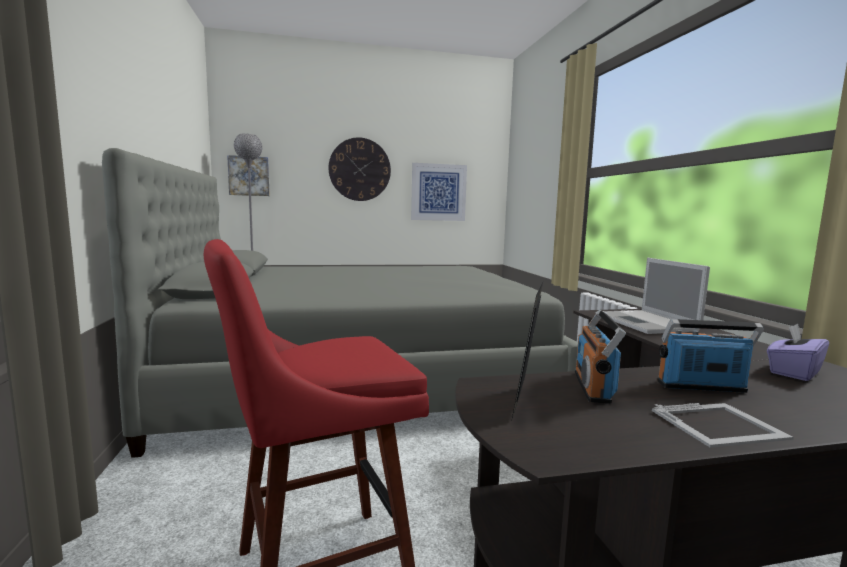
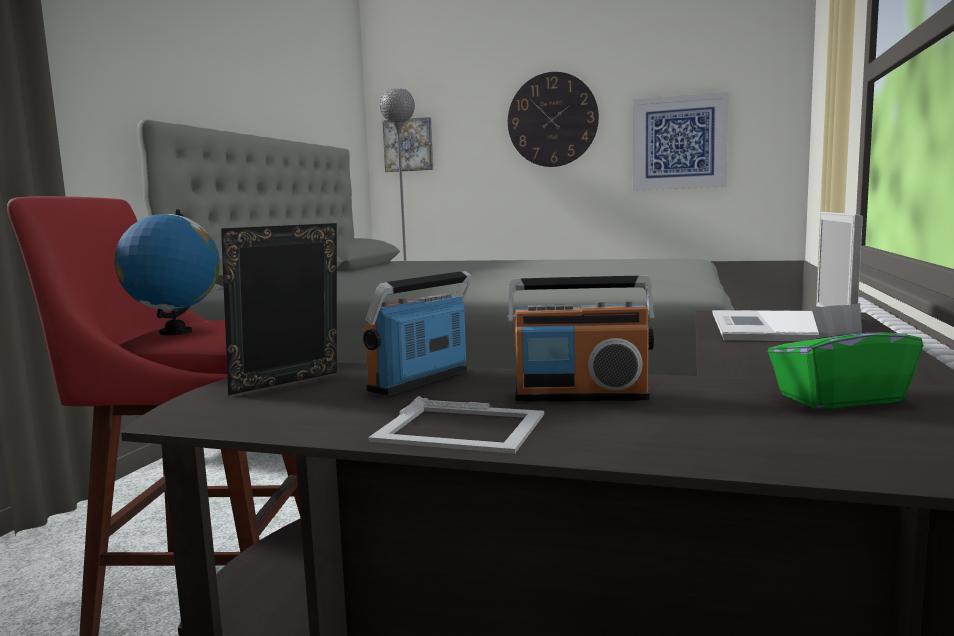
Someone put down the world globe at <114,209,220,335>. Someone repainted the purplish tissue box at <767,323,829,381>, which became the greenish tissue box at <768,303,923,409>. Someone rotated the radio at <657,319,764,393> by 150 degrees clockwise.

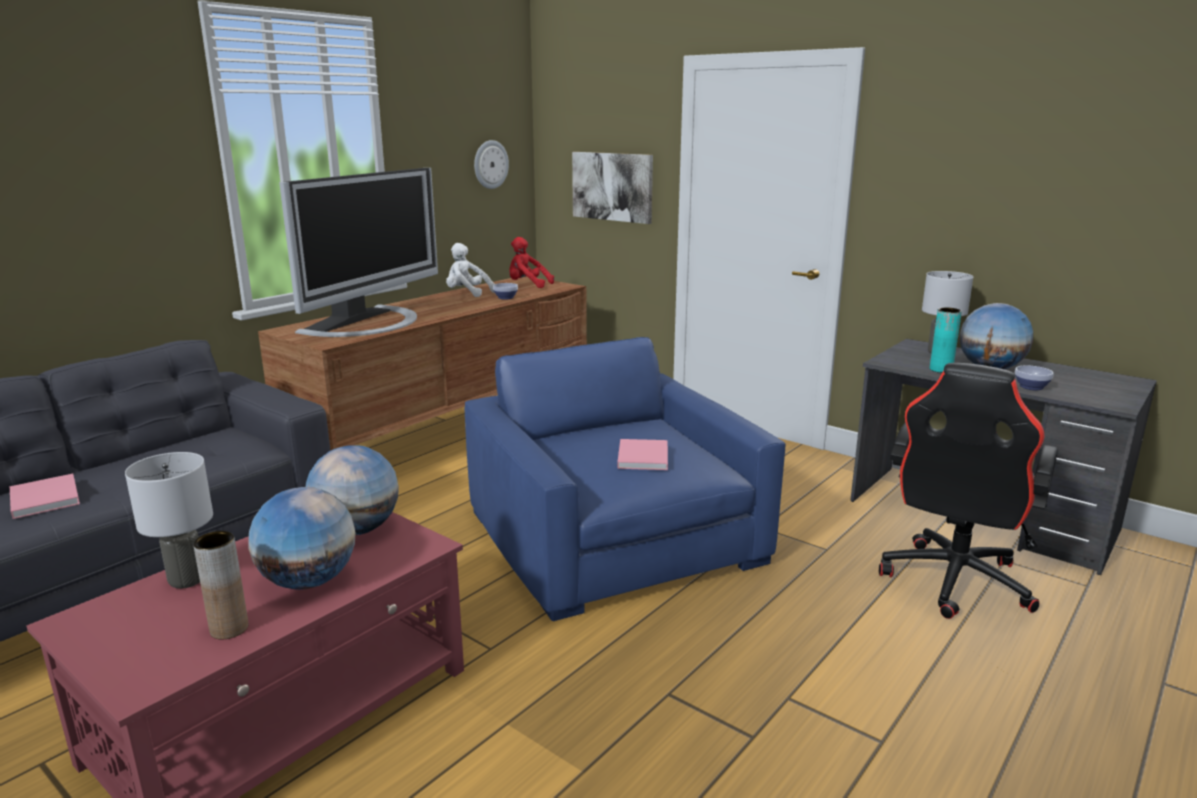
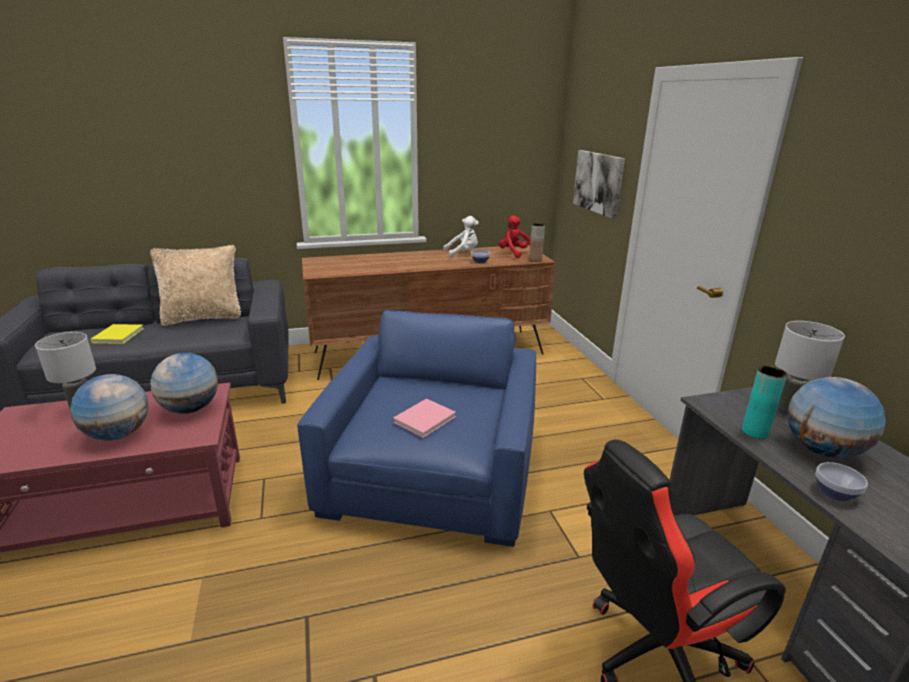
Someone took away the TV at <279,168,438,337>. Someone took away the clock on the wall at <474,140,509,189>. Someone put down the beige throw pillow at <150,245,241,326>. Someone carried the brown decorative vase from <193,531,249,639> to <529,223,545,262>. Someone repainted the pink-coloured book at <10,474,80,519>, which became the yellow book at <90,324,144,344>. Someone rotated the white-coloured soft toy at <446,243,495,297> by 105 degrees clockwise.

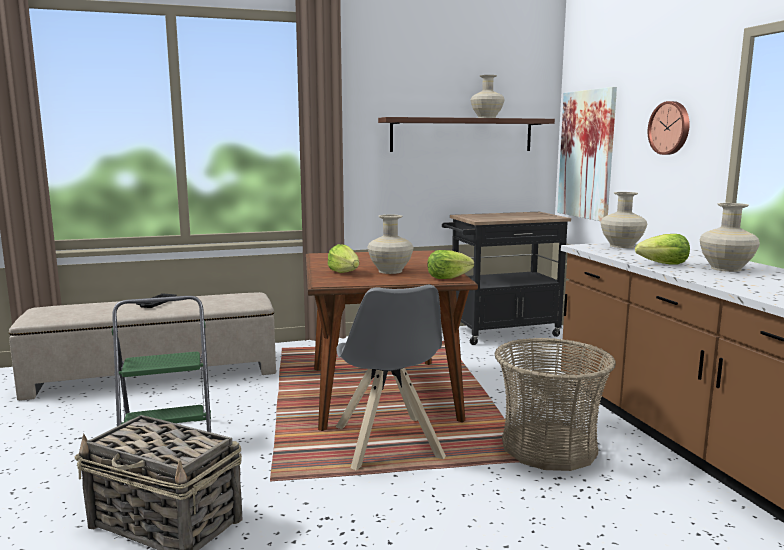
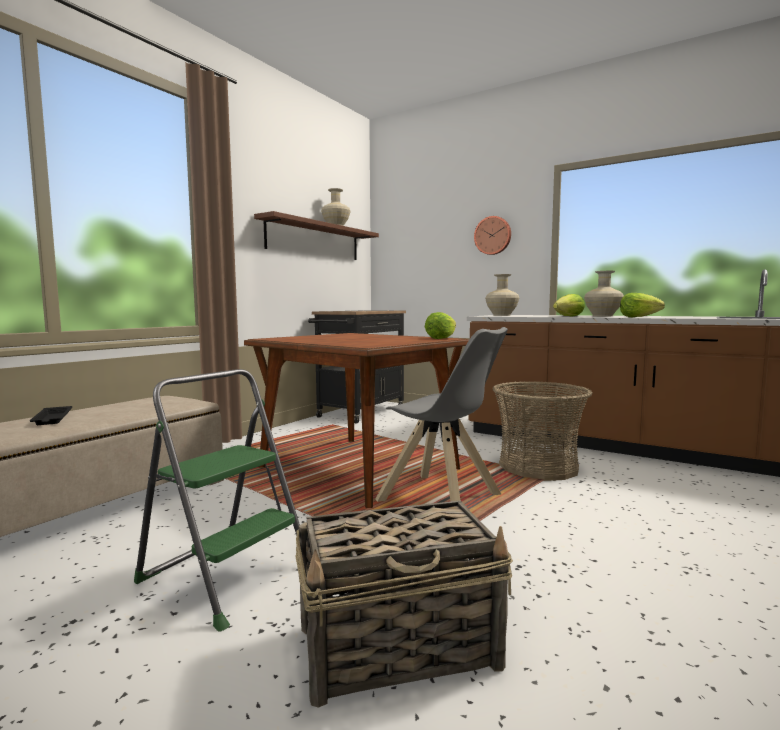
Someone took away the beige decorative vase at <367,215,413,274>. Someone took away the wall art at <557,87,617,221>. Someone carried the head of lettuce from <328,244,359,273> to <620,293,665,317>.

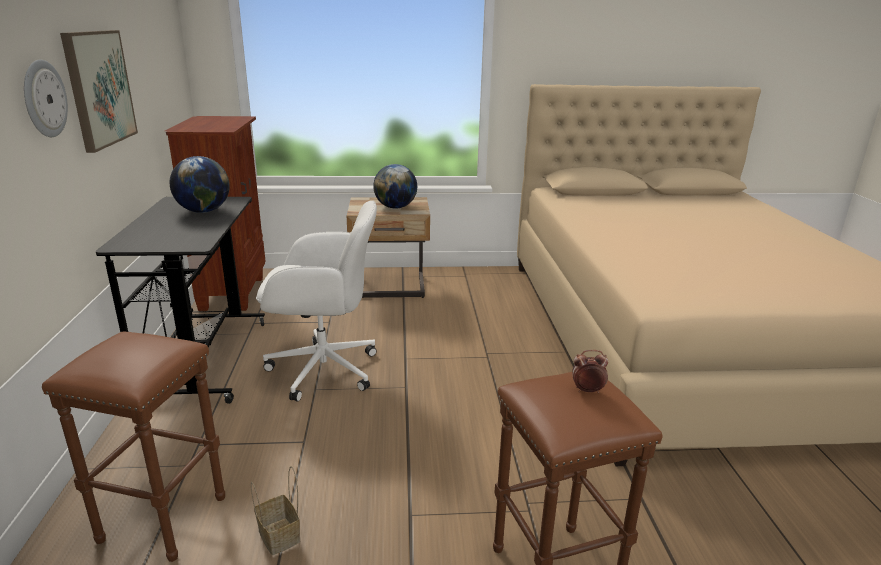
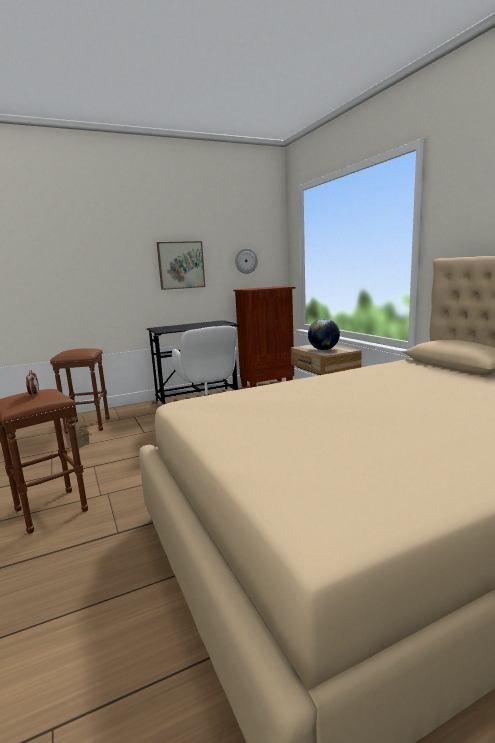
Someone took away the world globe at <170,156,230,213>. Someone carried the clock on the wall from <24,60,68,137> to <235,248,258,274>.

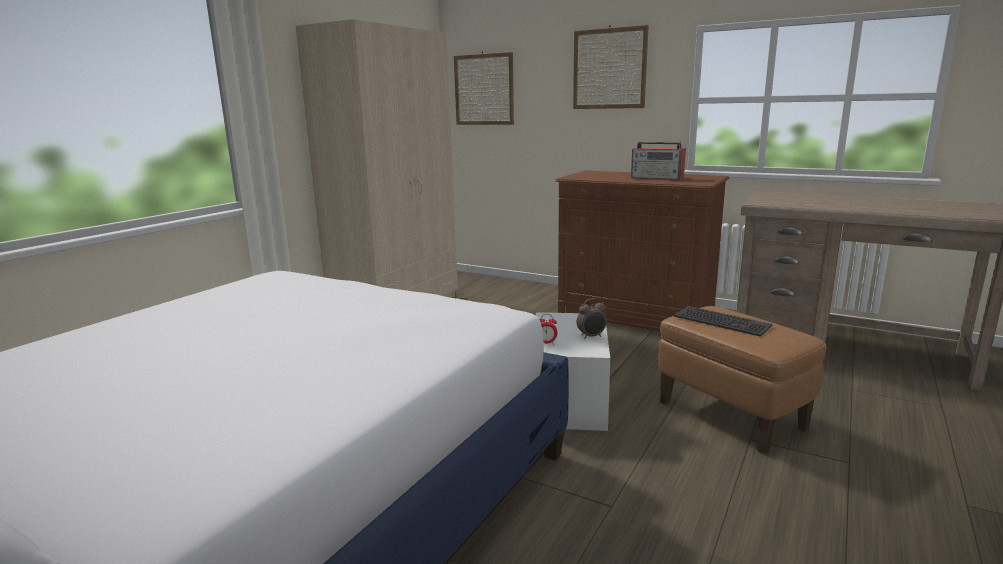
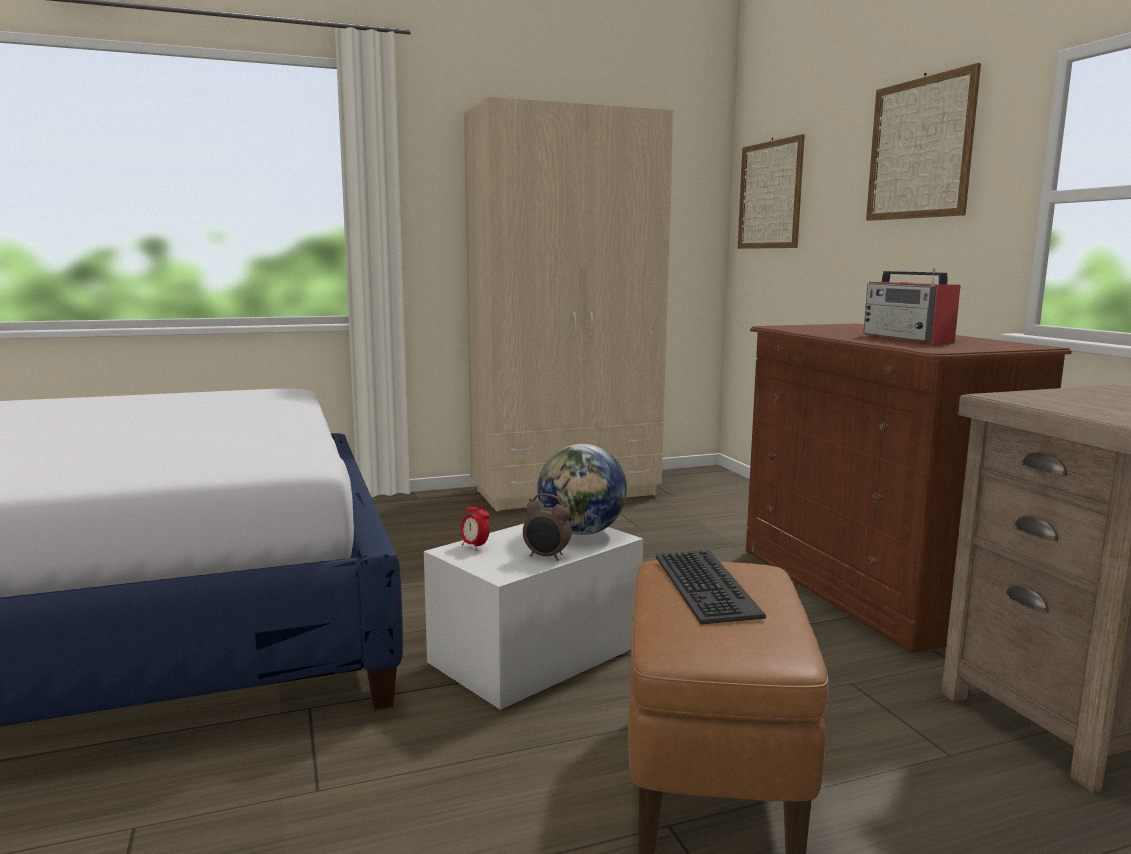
Someone put down the world globe at <537,444,627,535>.

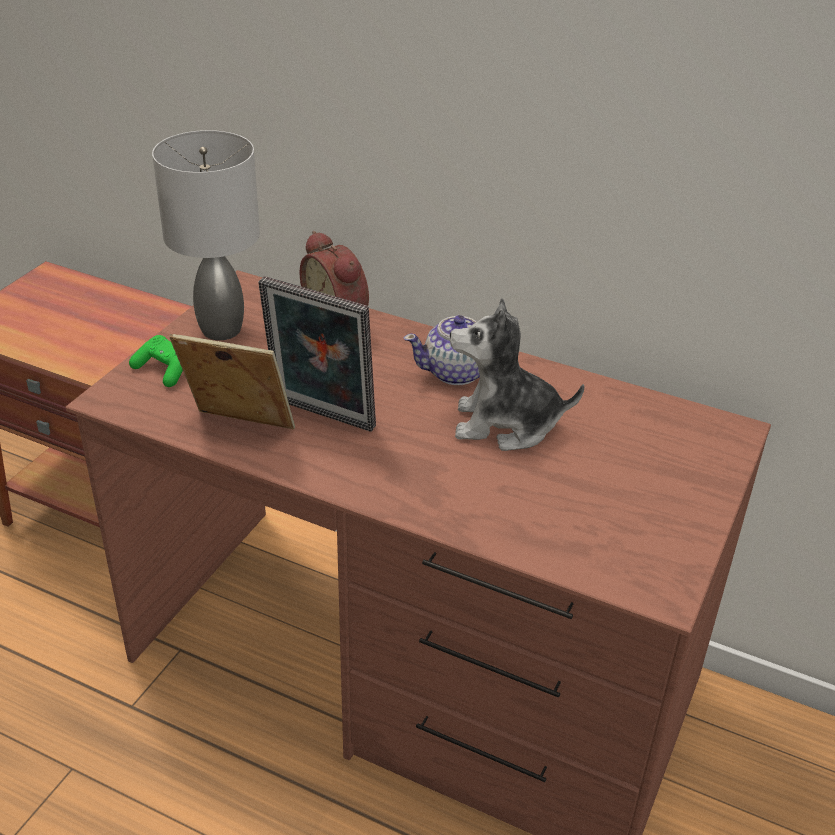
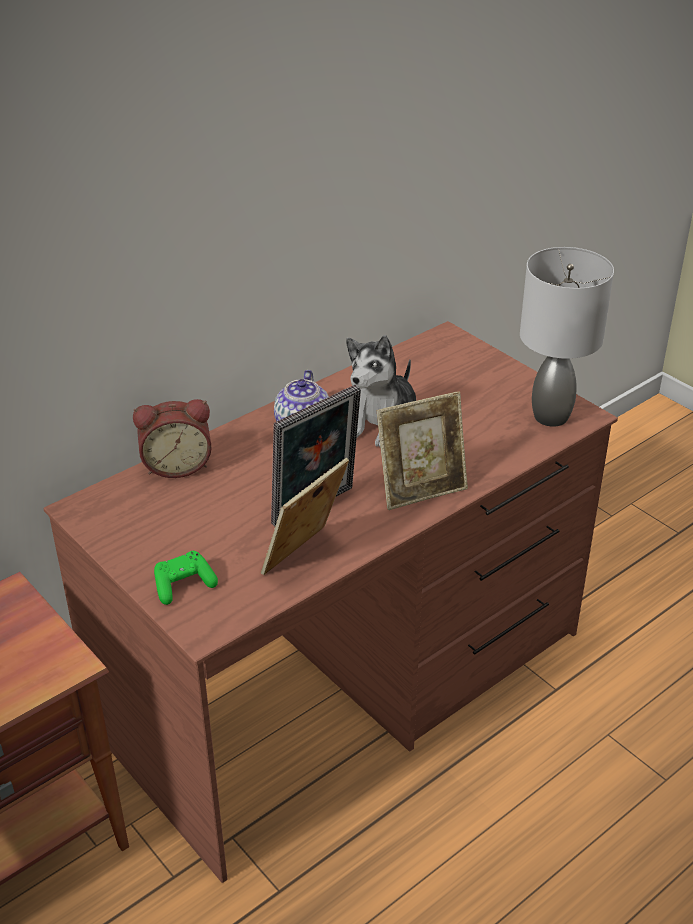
Someone put down the picture frame at <377,391,468,510>. Someone carried the greyish lamp for a table from <152,130,260,340> to <520,247,614,427>.

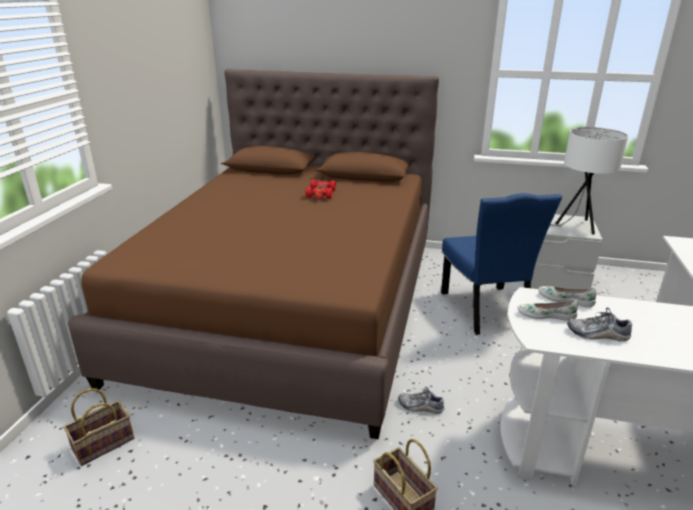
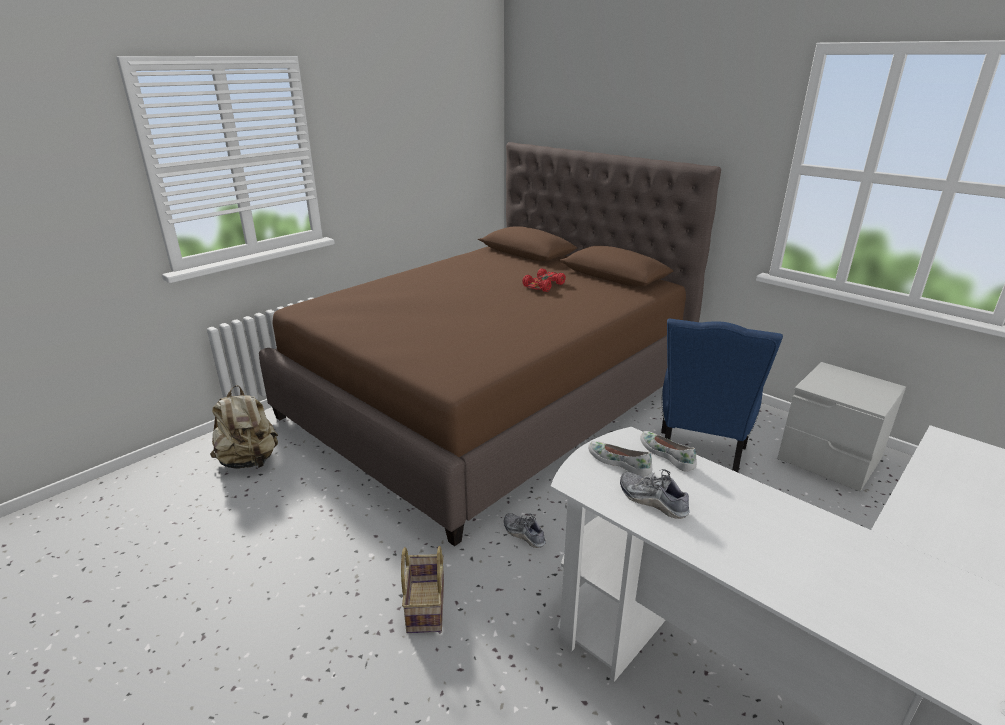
Someone took away the white-coloured lamp for a table at <550,127,628,235>. Someone swapped the basket at <63,388,134,466> for the beige backpack at <210,385,278,469>.

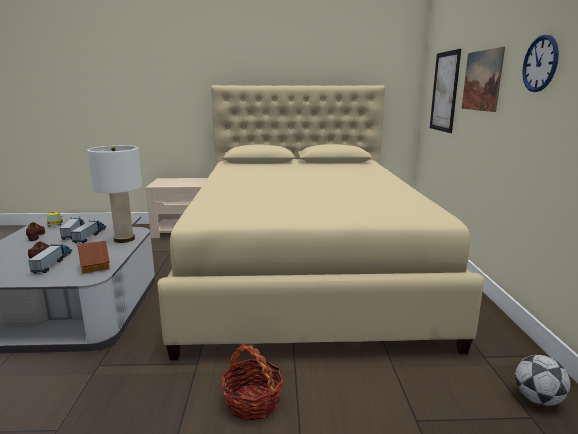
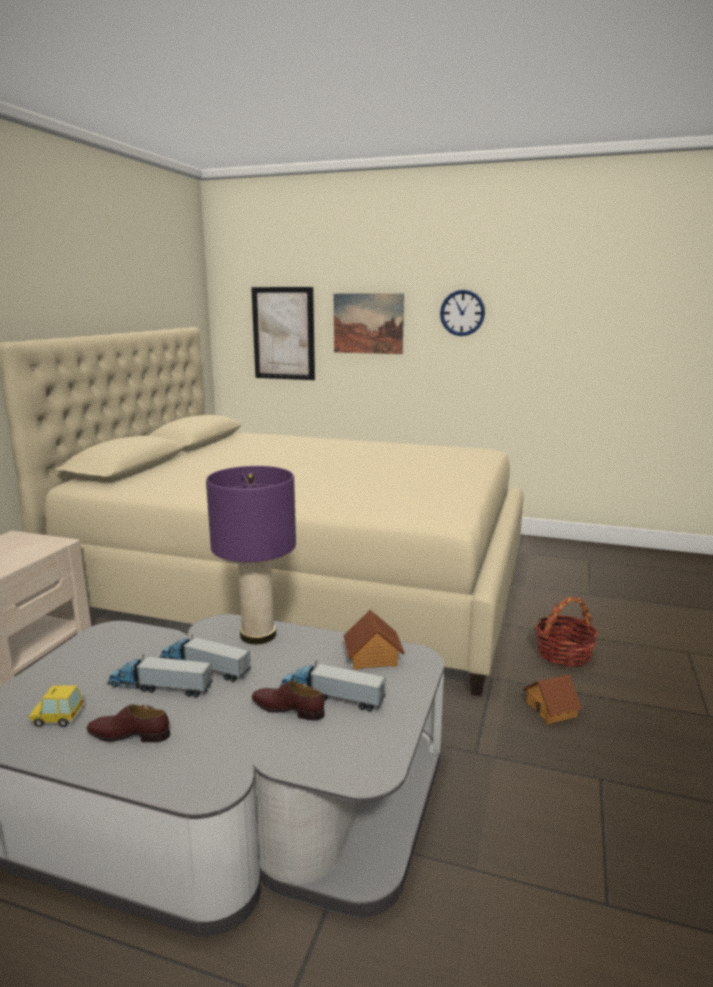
Someone took away the football ball at <515,355,570,406>. Someone put down the toy house at <523,674,582,724>. Someone repainted the white-coloured lamp for a table at <87,145,142,243>, which became the purplish lamp for a table at <206,466,296,644>.

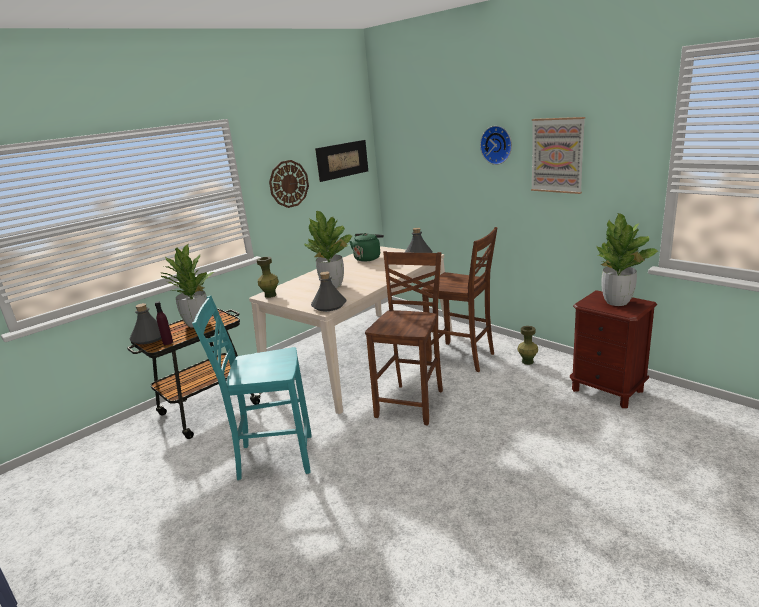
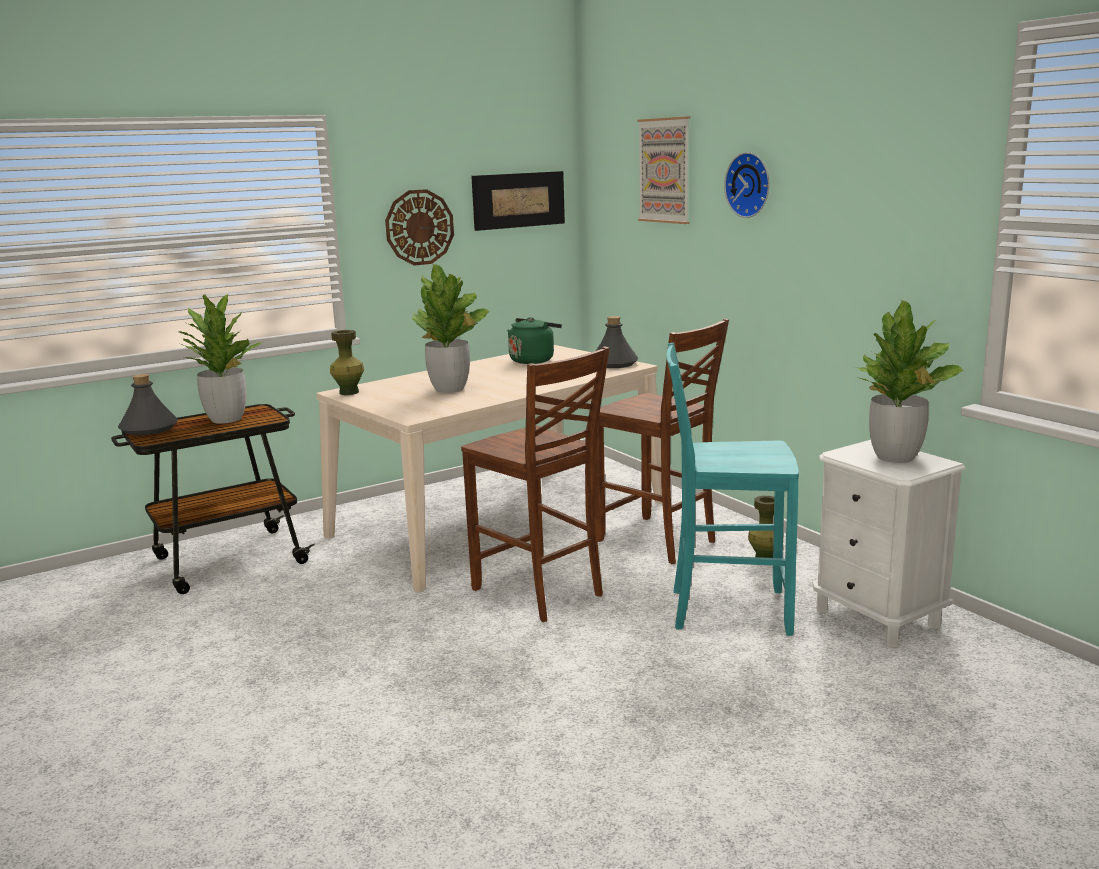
Someone took away the purplish beverage bottle at <155,302,173,345>. Someone took away the greyish beverage bottle at <311,272,346,311>. Someone carried the turquoise-coloured chair from <192,296,312,480> to <666,343,799,636>. Someone carried the wall art from <531,117,585,194> to <637,116,690,224>. Someone repainted the brown bedside table at <570,290,657,408>, which became the white-coloured bedside table at <813,440,966,647>. Someone rotated the brown chair at <365,251,443,425> by 105 degrees clockwise.

